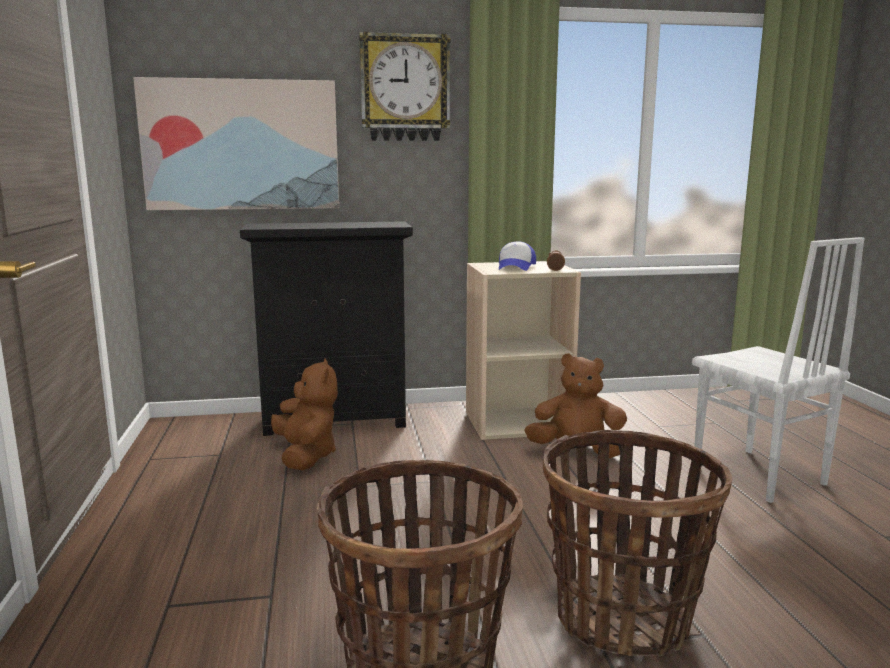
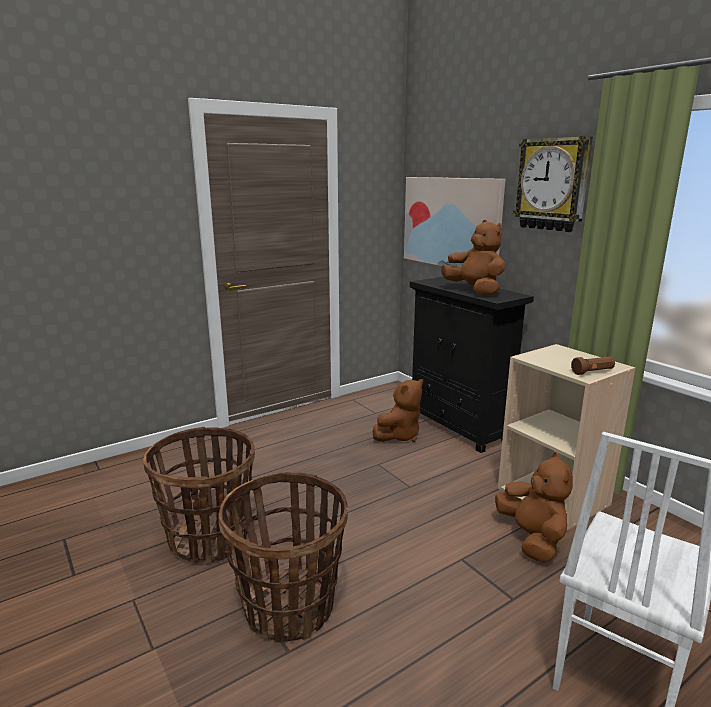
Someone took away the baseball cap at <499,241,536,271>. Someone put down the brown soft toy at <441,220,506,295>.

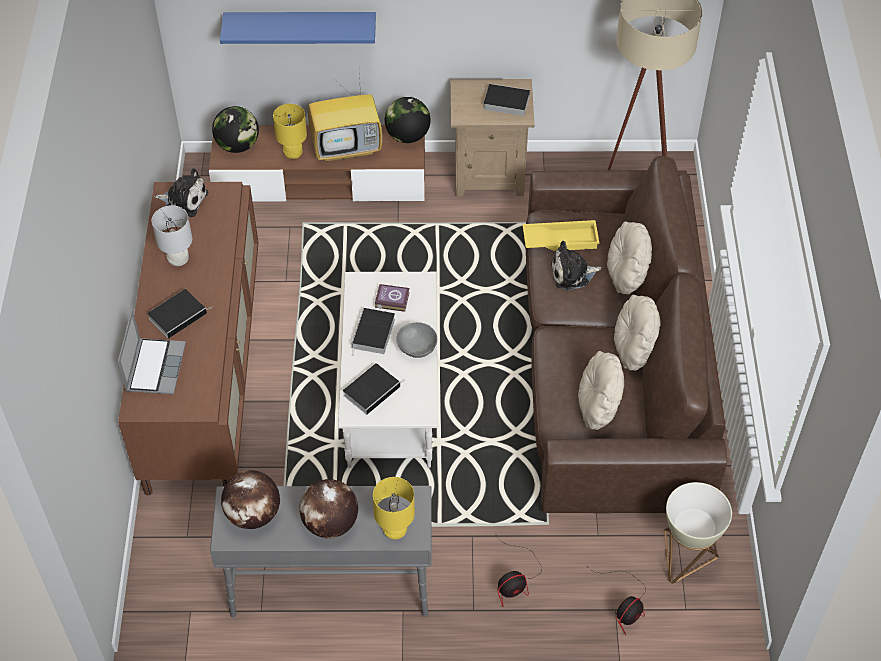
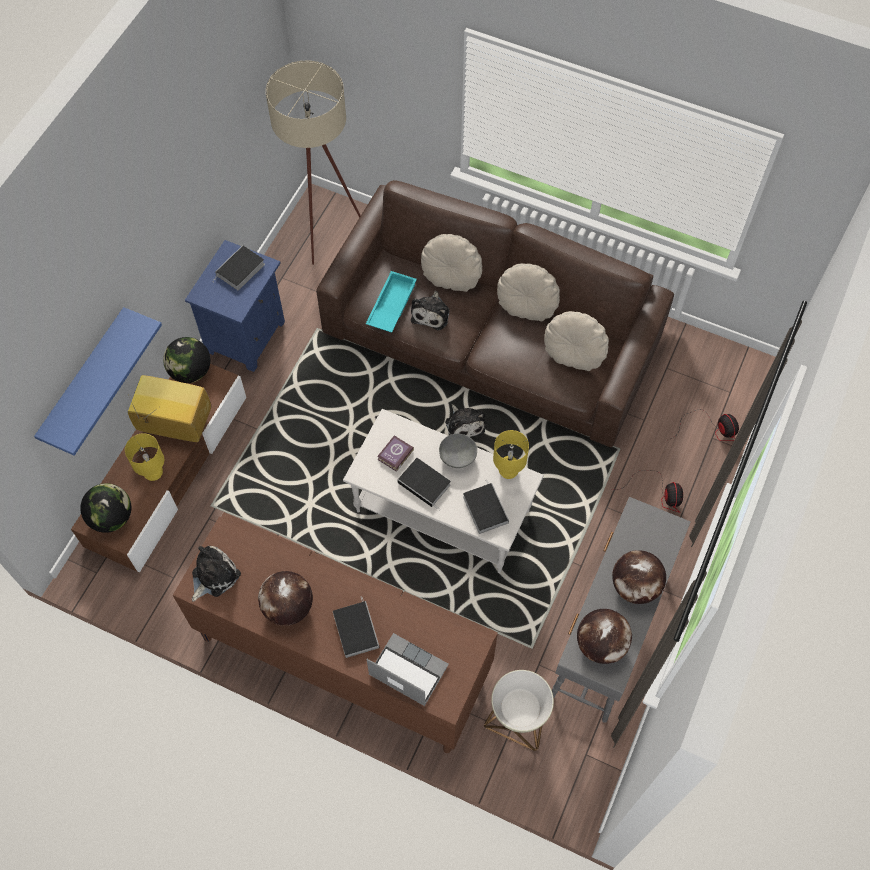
Someone put down the soft toy at <445,404,485,437>. Someone carried the yellow lamp for a table from <373,477,415,540> to <493,430,529,479>. Someone carried the plant pot from <664,482,732,583> to <484,670,554,751>. Someone swapped the greyish lamp for a table at <152,205,192,266> for the world globe at <258,571,313,626>. Someone repainted the beige bedside table at <451,79,535,196>, which became the blue bedside table at <185,240,285,372>. Someone repainted the yellow serving tray at <522,220,599,251>, which became the turquoise-coloured serving tray at <366,271,417,333>. Someone rotated the TV at <308,72,382,162> by 90 degrees counterclockwise.

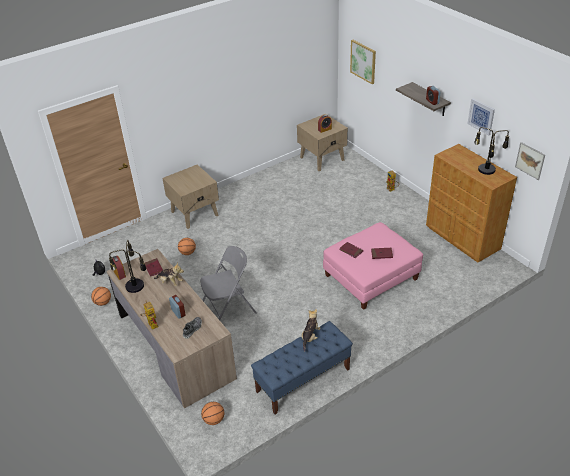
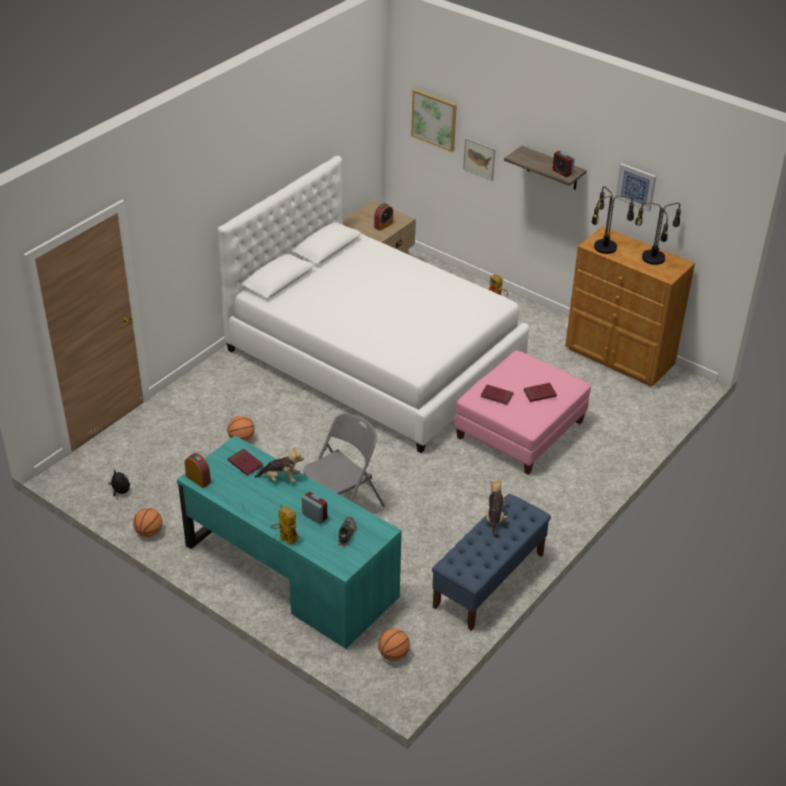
Someone took away the beige bedside table at <162,165,219,229>. Someone put down the white-coloured bedroom bed at <217,156,529,453>. Someone carried the lamp for a table from <109,240,146,293> to <592,186,634,254>. Someone carried the wall art from <515,142,545,180> to <463,138,496,181>. Someone repainted the brown desk unit at <107,249,237,409>, which became the turquoise-coloured desk unit at <177,435,402,649>.

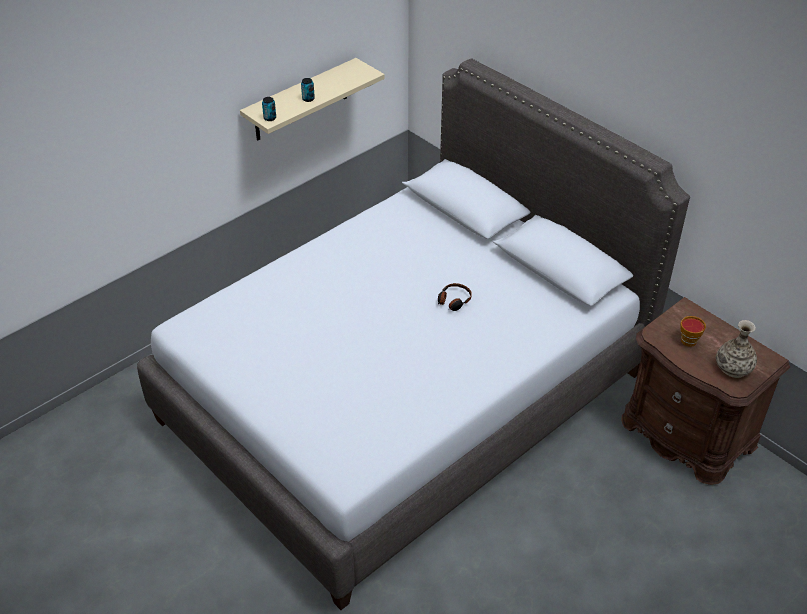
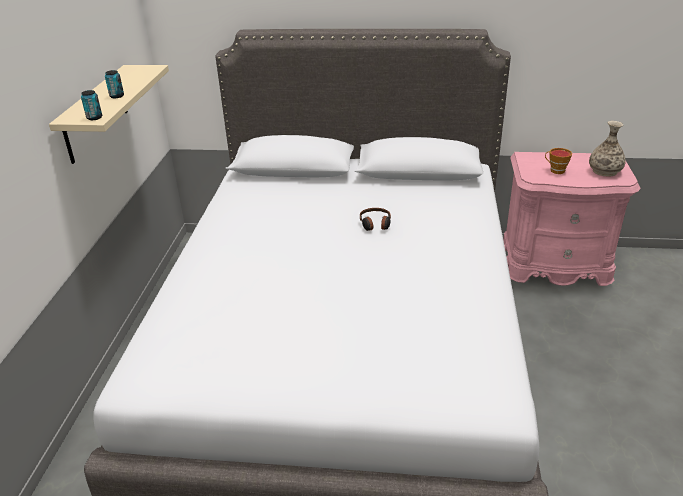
Someone repainted the brown bedside table at <621,297,790,485>, which became the pink-coloured bedside table at <503,152,641,286>.

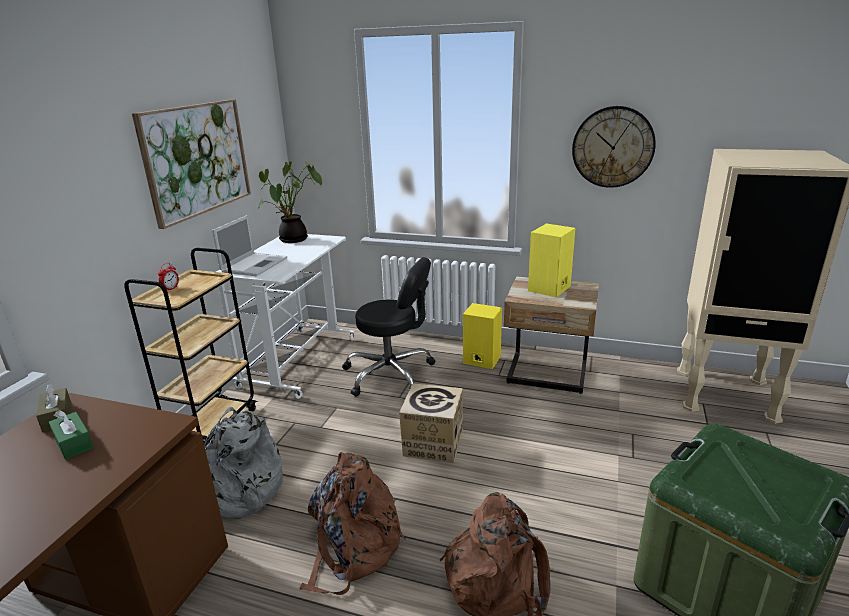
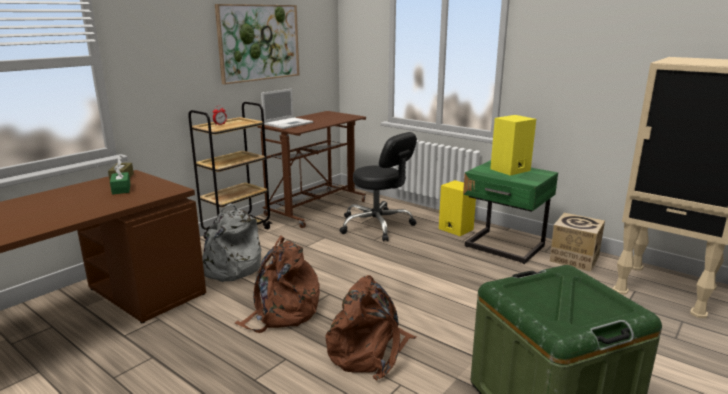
Someone took away the potted plant at <258,161,322,243>. Someone took away the clock on the wall at <572,106,656,188>. Someone carried the carton from <399,383,463,463> to <550,213,605,272>. Someone repainted the white-coloured desk unit at <216,234,355,399>, which became the brown desk unit at <257,111,366,228>. Someone repainted the beige bedside table at <504,276,599,394>, which became the greenish bedside table at <463,160,558,264>.

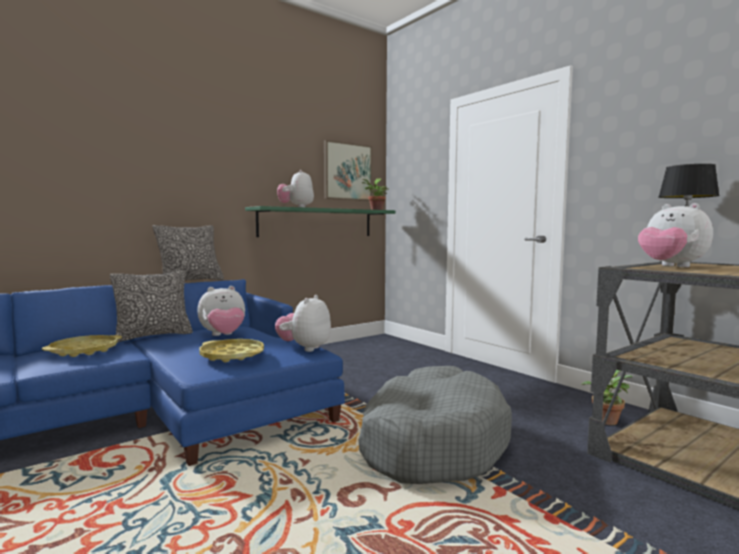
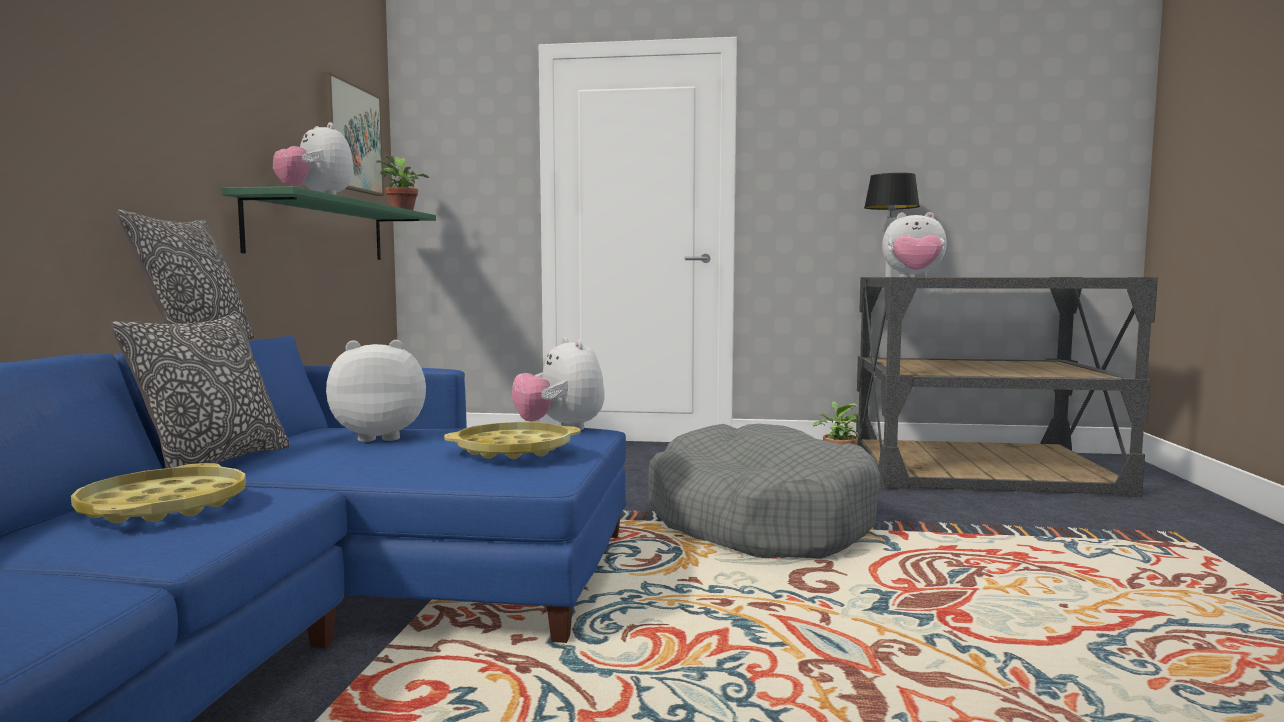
Someone rotated the soft toy at <197,286,245,336> by 120 degrees counterclockwise.

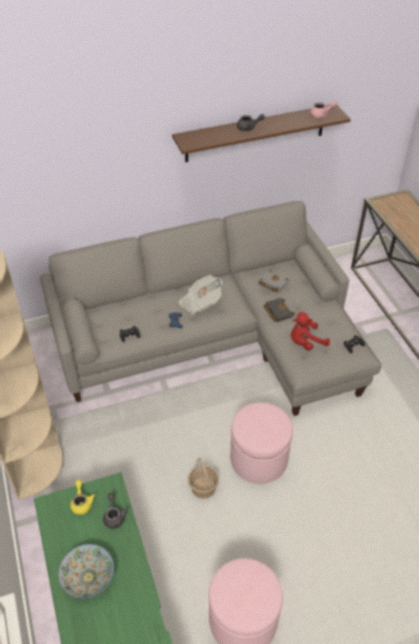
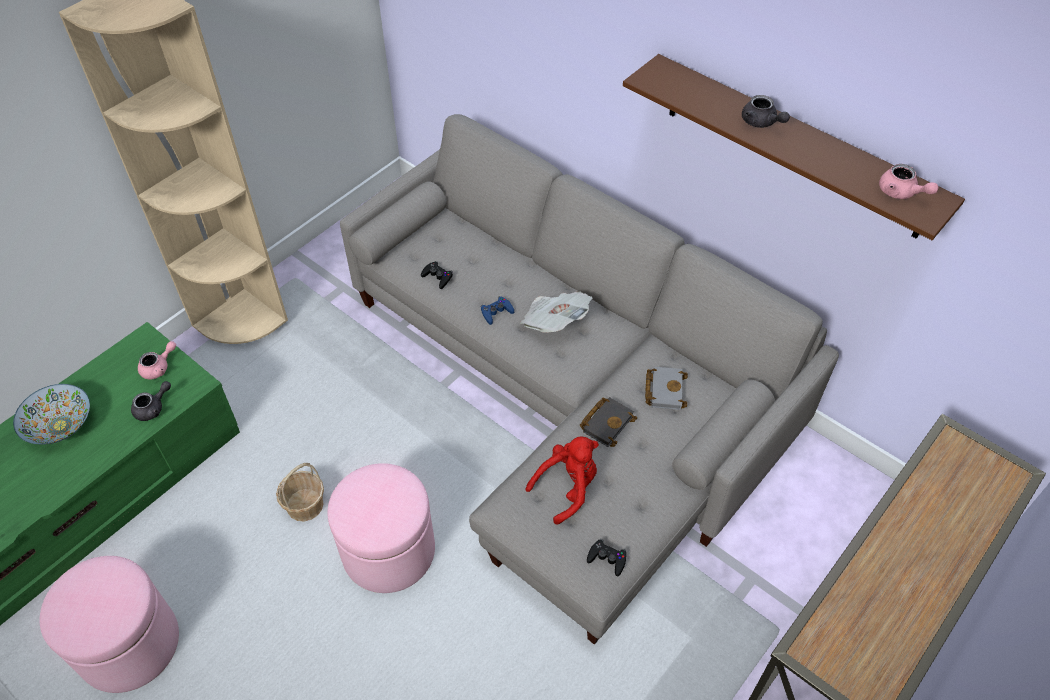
Someone repainted the yellow teapot at <70,480,95,515>, which became the pink-coloured teapot at <138,341,176,380>. Someone rotated the red-coloured soft toy at <291,312,330,351> by 105 degrees clockwise.

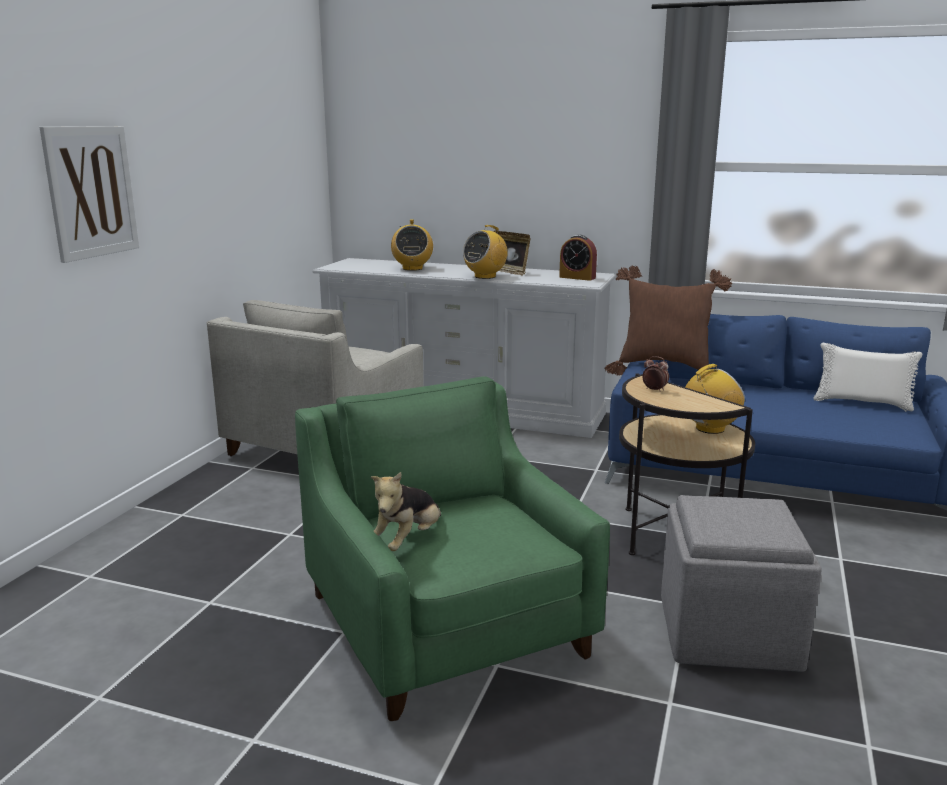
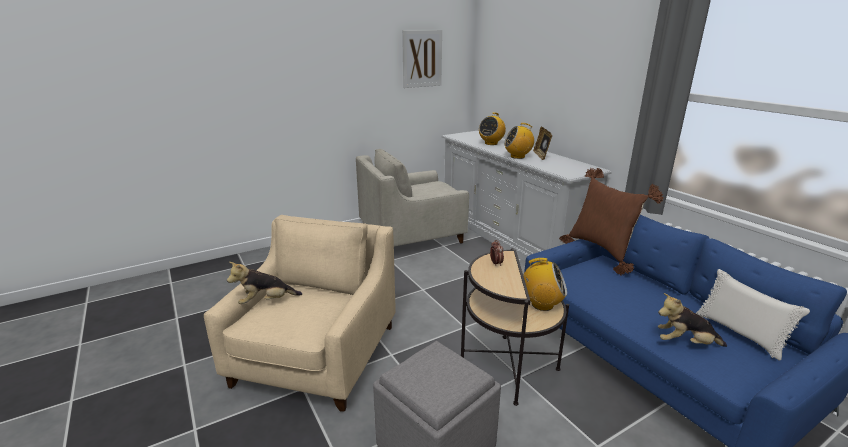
Someone took away the alarm clock at <559,235,597,281>. Someone put down the soft toy at <658,293,727,347>. Someone carried the wall art from <40,126,139,263> to <402,30,442,88>. Someone repainted the greenish armchair at <295,376,610,721>, which became the beige armchair at <204,215,396,412>.

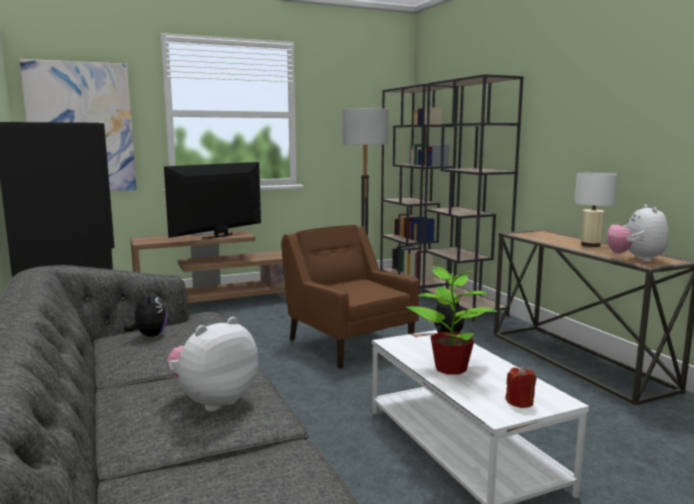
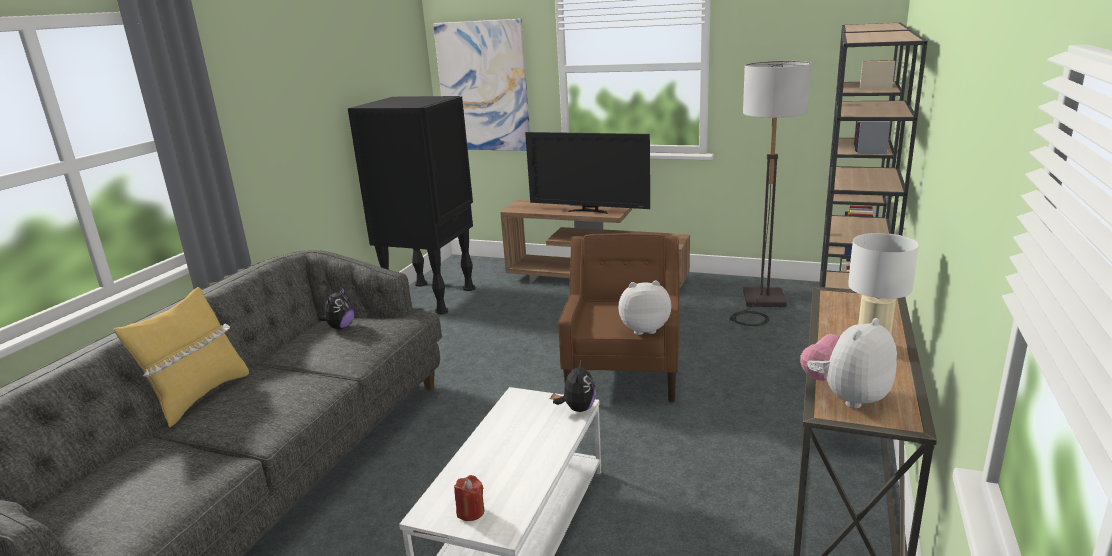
Someone took away the potted plant at <406,261,498,375>. Someone put down the yellow throw pillow at <114,287,249,428>. Someone carried the soft toy from <167,317,258,412> to <618,280,671,335>. Someone rotated the TV at <164,162,261,239> by 150 degrees counterclockwise.

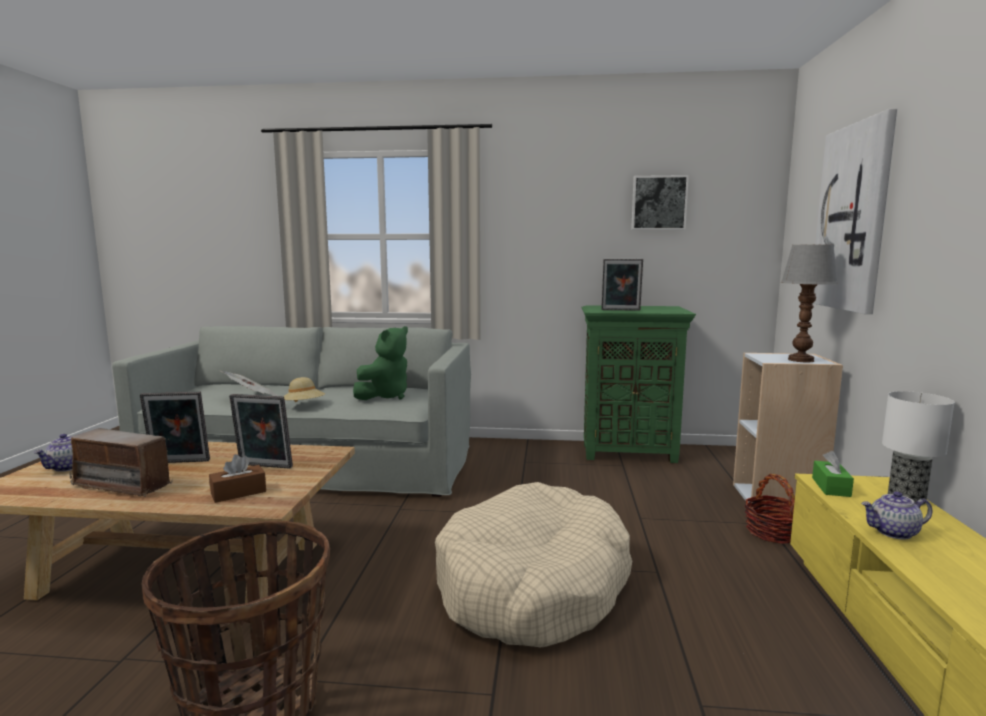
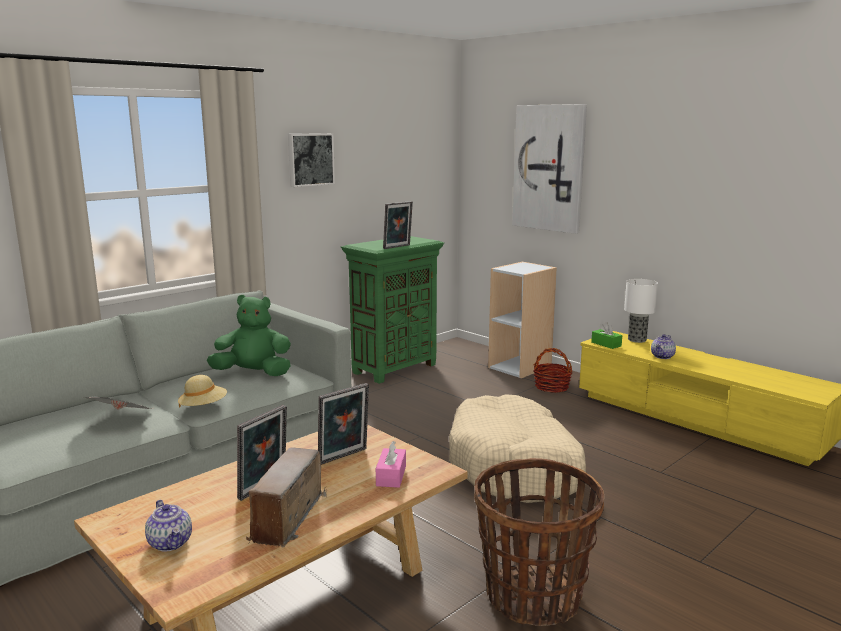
Someone took away the lamp for a table at <781,244,838,363>. Someone carried the wall art from <631,175,689,230> to <288,133,335,187>. Someone repainted the brown tissue box at <209,454,266,503>, which became the pink-coloured tissue box at <376,441,406,488>. Someone rotated the radio at <69,428,172,497> by 135 degrees clockwise. Someone rotated the greenish soft toy at <353,326,408,400> by 75 degrees counterclockwise.

